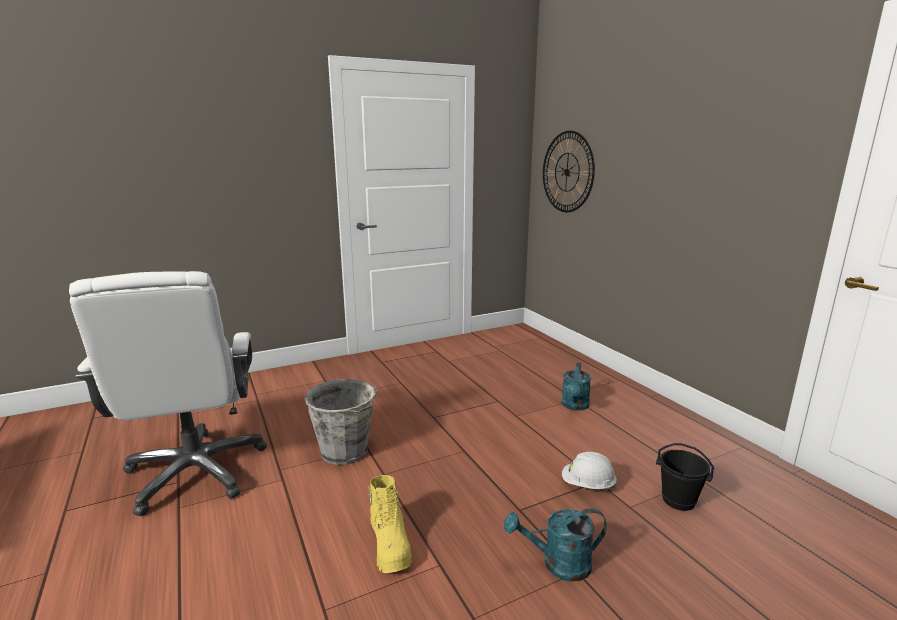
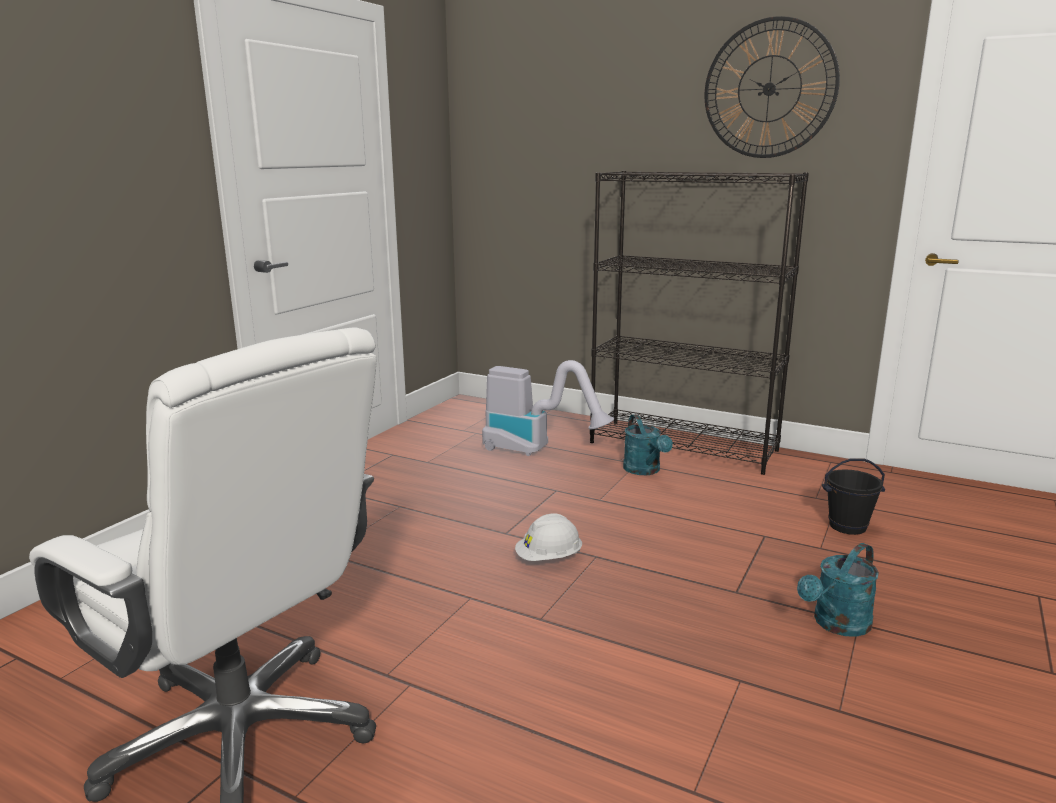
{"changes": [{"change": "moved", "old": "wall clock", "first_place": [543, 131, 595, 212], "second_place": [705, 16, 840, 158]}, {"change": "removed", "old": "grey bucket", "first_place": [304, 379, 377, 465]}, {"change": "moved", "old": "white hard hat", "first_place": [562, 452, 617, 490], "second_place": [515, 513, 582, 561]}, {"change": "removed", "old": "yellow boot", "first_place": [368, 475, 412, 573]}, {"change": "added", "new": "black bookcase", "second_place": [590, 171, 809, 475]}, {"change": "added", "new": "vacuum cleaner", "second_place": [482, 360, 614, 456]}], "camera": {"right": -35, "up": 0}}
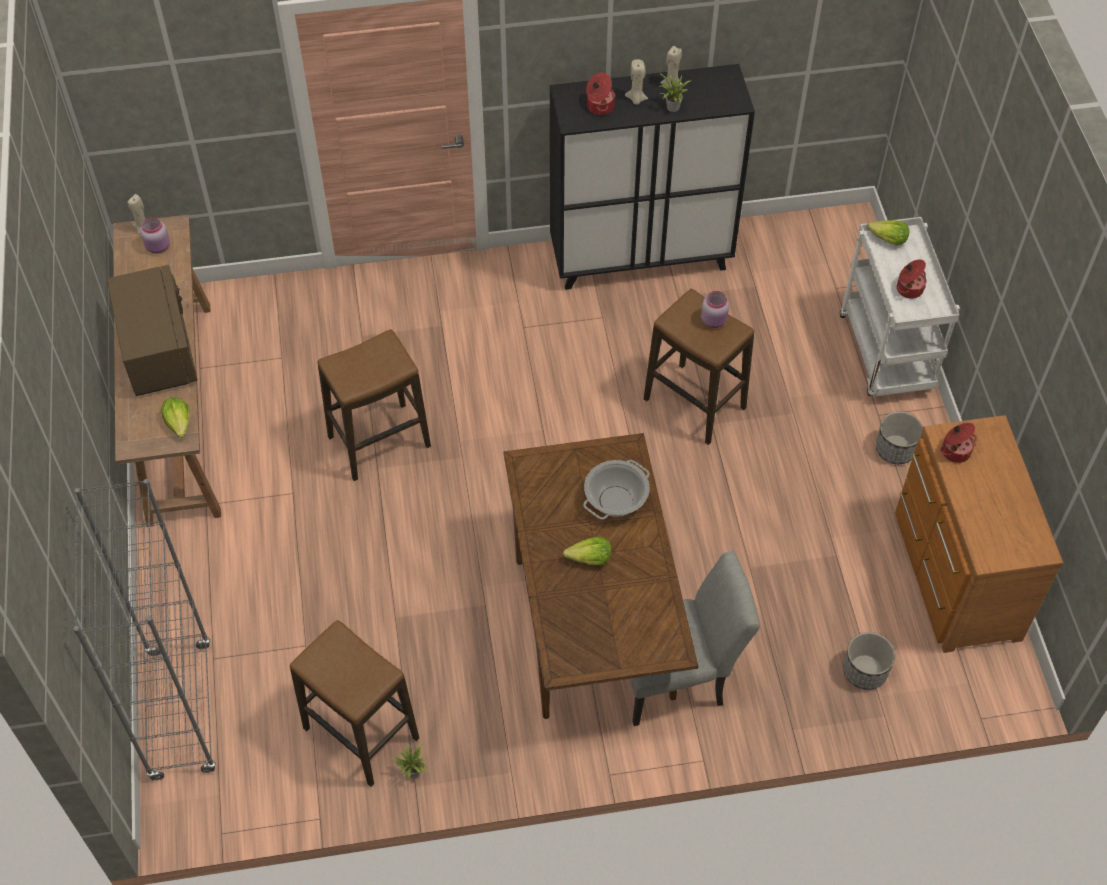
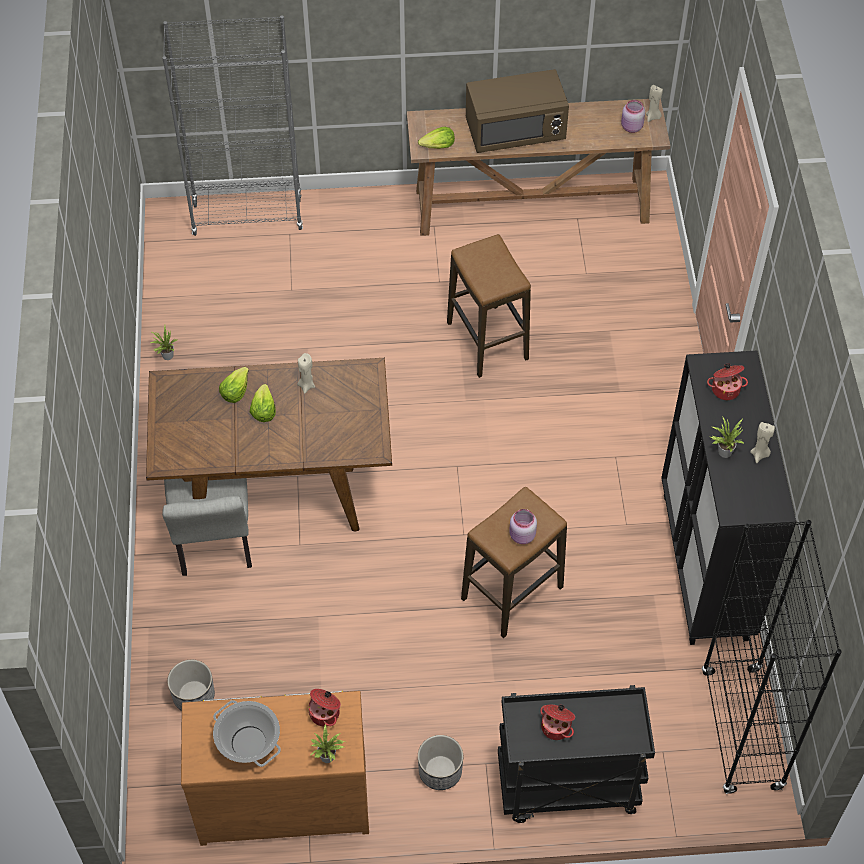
{"changes": [{"change": "moved", "old": "beige candle", "first_place": [625, 59, 648, 105], "second_place": [297, 353, 315, 394]}, {"change": "recoloured", "old": "white cart", "new": "black cart", "first_place": [840, 217, 960, 396], "second_place": [498, 685, 655, 823]}, {"change": "moved", "old": "lettuce", "first_place": [867, 220, 909, 245], "second_place": [219, 367, 249, 403]}, {"change": "moved", "old": "cooking pot", "first_place": [583, 460, 650, 520], "second_place": [213, 700, 281, 767]}, {"change": "removed", "old": "stool", "first_place": [290, 620, 419, 787]}, {"change": "added", "new": "black bookcase", "second_place": [701, 520, 842, 794]}, {"change": "added", "new": "potted plant", "second_place": [310, 724, 345, 763]}], "camera": {"right": 95, "up": 0}}
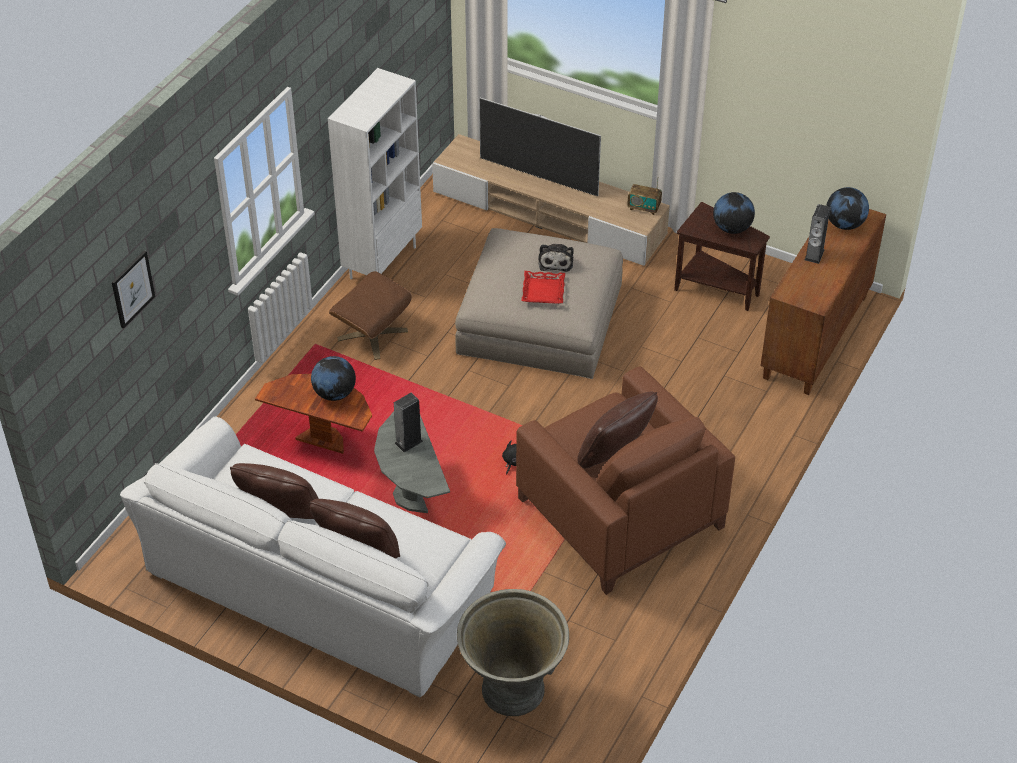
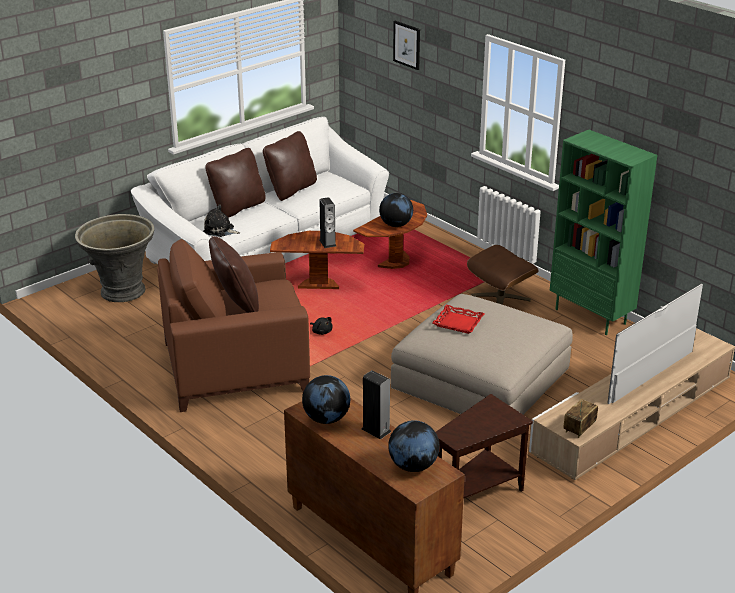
{"changes": [{"change": "recoloured", "old": "white bookcase", "new": "green bookcase", "first_place": [328, 68, 422, 279], "second_place": [550, 130, 657, 335]}, {"change": "moved", "old": "globe", "first_place": [713, 192, 755, 234], "second_place": [302, 375, 350, 424]}, {"change": "moved", "old": "plush toy", "first_place": [538, 244, 574, 272], "second_place": [203, 205, 240, 237]}, {"change": "recoloured", "old": "grey side table", "new": "brown side table", "first_place": [374, 412, 450, 513], "second_place": [270, 231, 364, 289]}], "camera": {"right": 110, "up": -15}}
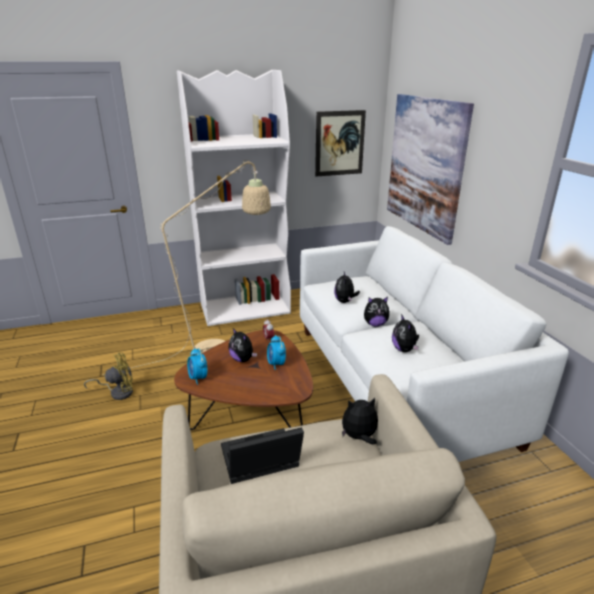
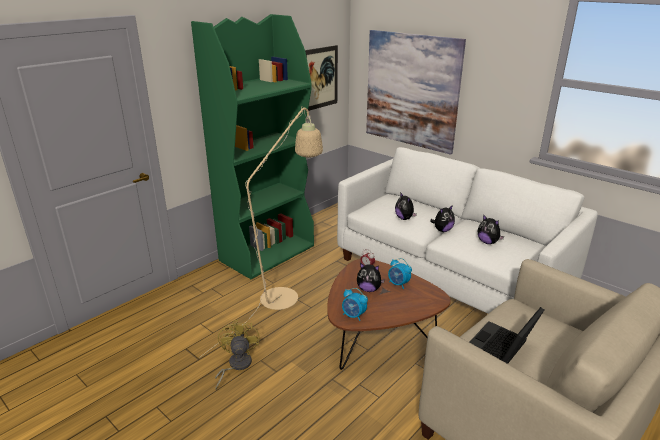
{"changes": [{"change": "recoloured", "old": "white bookcase", "new": "green bookcase", "first_place": [177, 70, 291, 326], "second_place": [191, 14, 314, 279]}, {"change": "turned", "old": "yellow fan", "first_place": [84, 352, 133, 400], "second_place": [215, 319, 260, 390], "degrees": -45}, {"change": "removed", "old": "plush toy", "first_place": [342, 398, 378, 444]}], "camera": {"right": -30, "up": 0}}
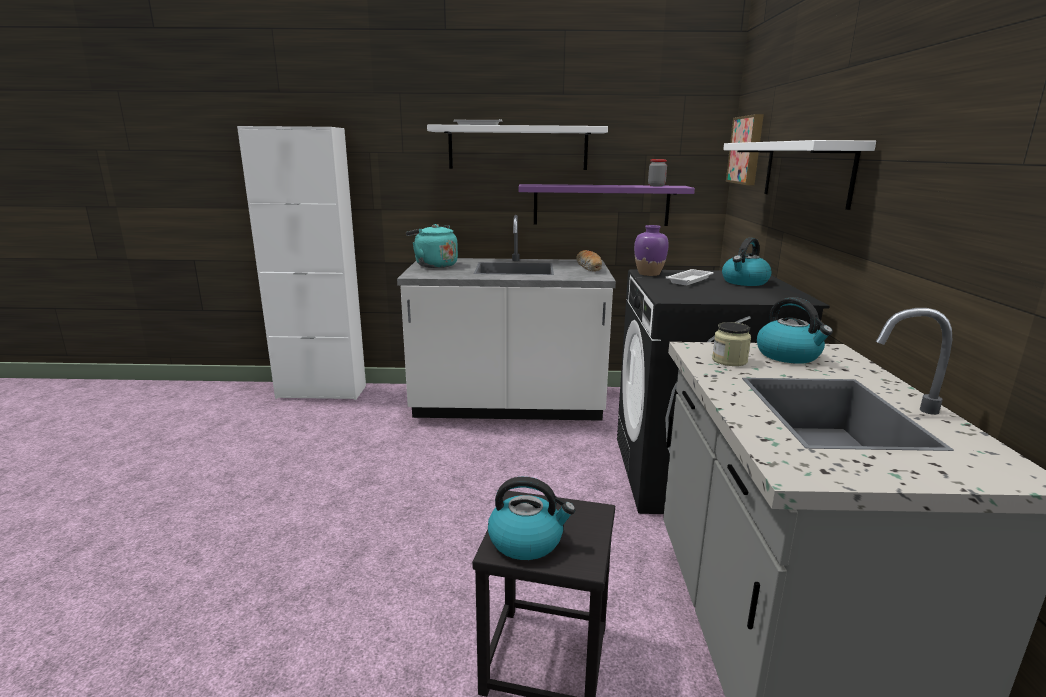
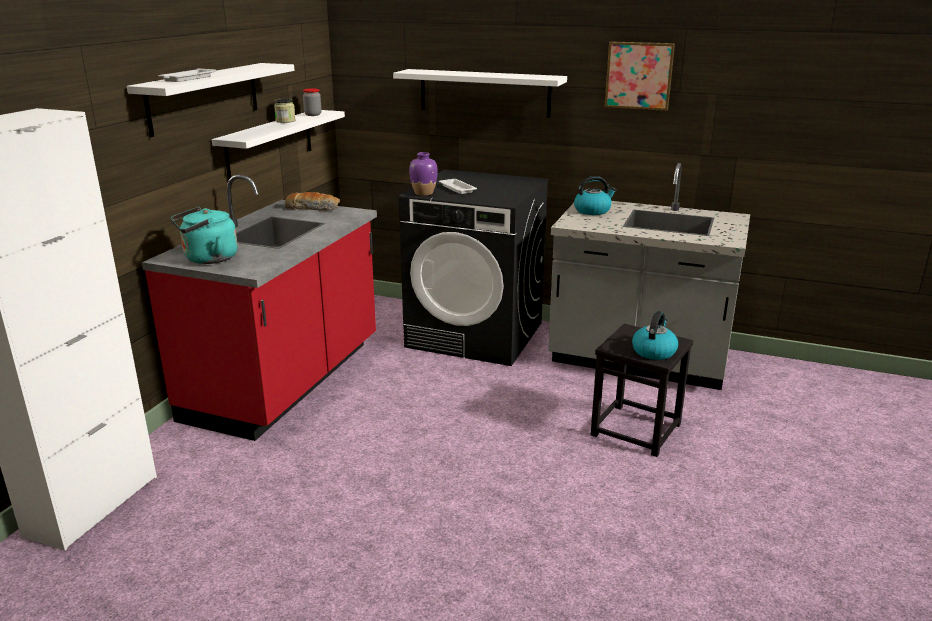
{"changes": [{"change": "moved", "old": "picture", "first_place": [726, 114, 764, 185], "second_place": [605, 41, 675, 111]}, {"change": "recoloured", "old": "purple shelf", "new": "white shelf", "first_place": [519, 184, 695, 226], "second_place": [212, 110, 345, 181]}, {"change": "recoloured", "old": "white counter", "new": "red counter", "first_place": [397, 215, 616, 421], "second_place": [142, 175, 377, 441]}, {"change": "removed", "old": "kettle", "first_place": [722, 238, 771, 286]}, {"change": "moved", "old": "jar", "first_place": [712, 322, 751, 366], "second_place": [274, 99, 296, 123]}], "camera": {"right": -70, "up": 5}}
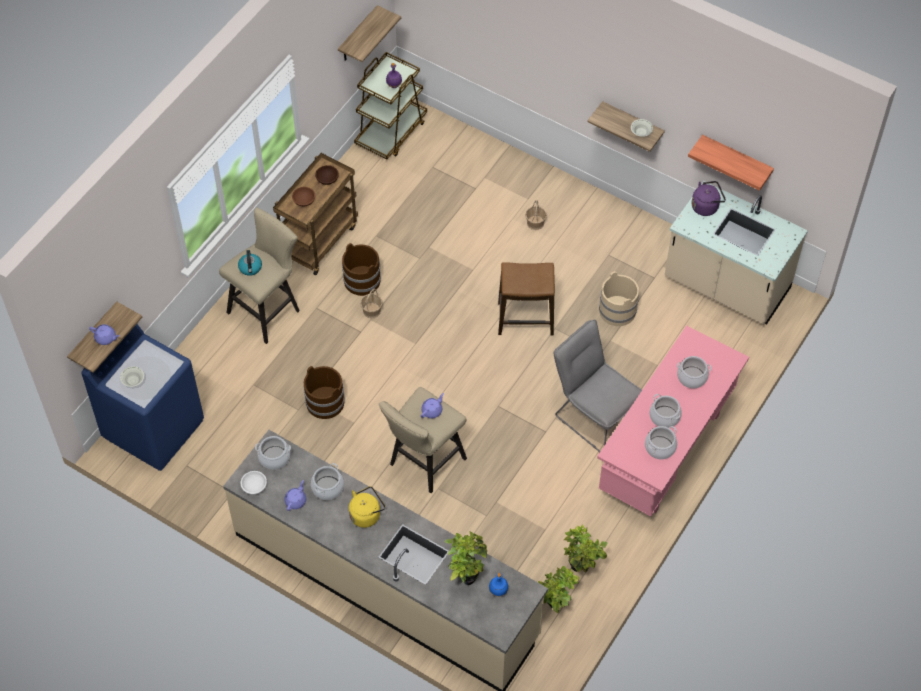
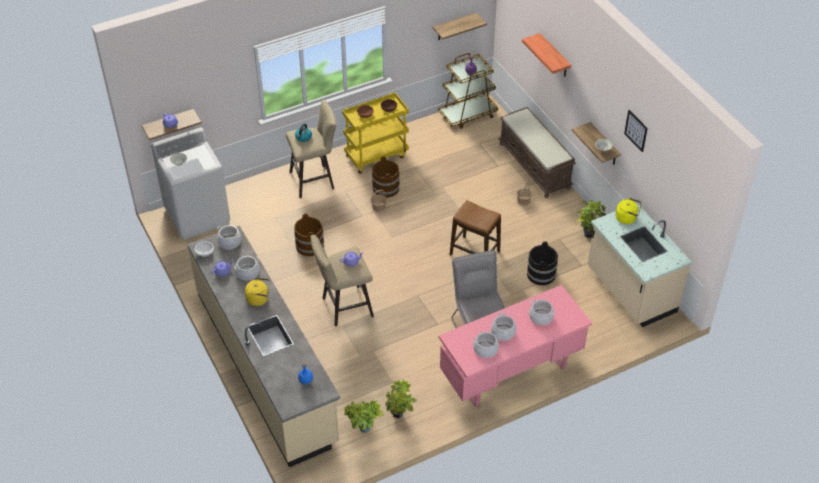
{"changes": [{"change": "moved", "old": "shelf", "first_place": [688, 135, 774, 191], "second_place": [522, 33, 571, 76]}, {"change": "recoloured", "old": "brown cart", "new": "yellow cart", "first_place": [273, 153, 358, 275], "second_place": [342, 93, 409, 174]}, {"change": "recoloured", "old": "purple kettle", "new": "yellow kettle", "first_place": [692, 181, 726, 216], "second_place": [615, 198, 641, 224]}, {"change": "recoloured", "old": "beige bucket", "new": "black bucket", "first_place": [599, 271, 639, 326], "second_place": [527, 241, 558, 285]}, {"change": "recoloured", "old": "blue washing machine", "new": "white washing machine", "first_place": [81, 324, 204, 471], "second_place": [151, 128, 230, 240]}, {"change": "moved", "old": "potted plant", "first_place": [444, 531, 487, 585], "second_place": [576, 200, 606, 238]}, {"change": "added", "new": "brown bench", "second_place": [498, 107, 576, 198]}, {"change": "added", "new": "picture", "second_place": [624, 110, 648, 152]}], "camera": {"right": 30, "up": -10}}
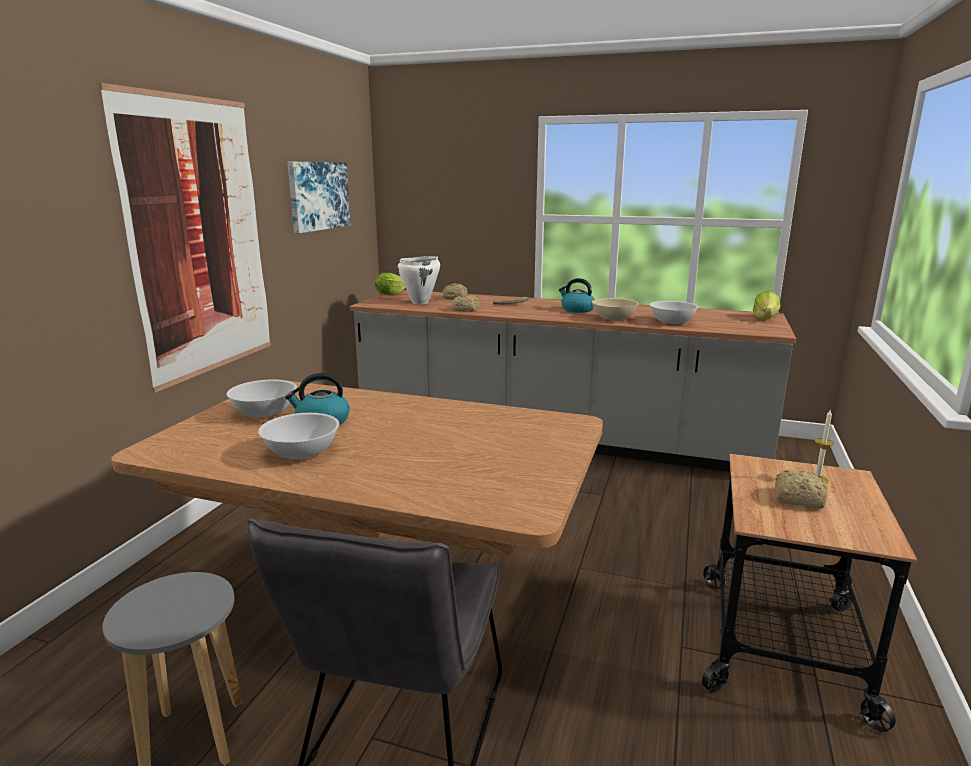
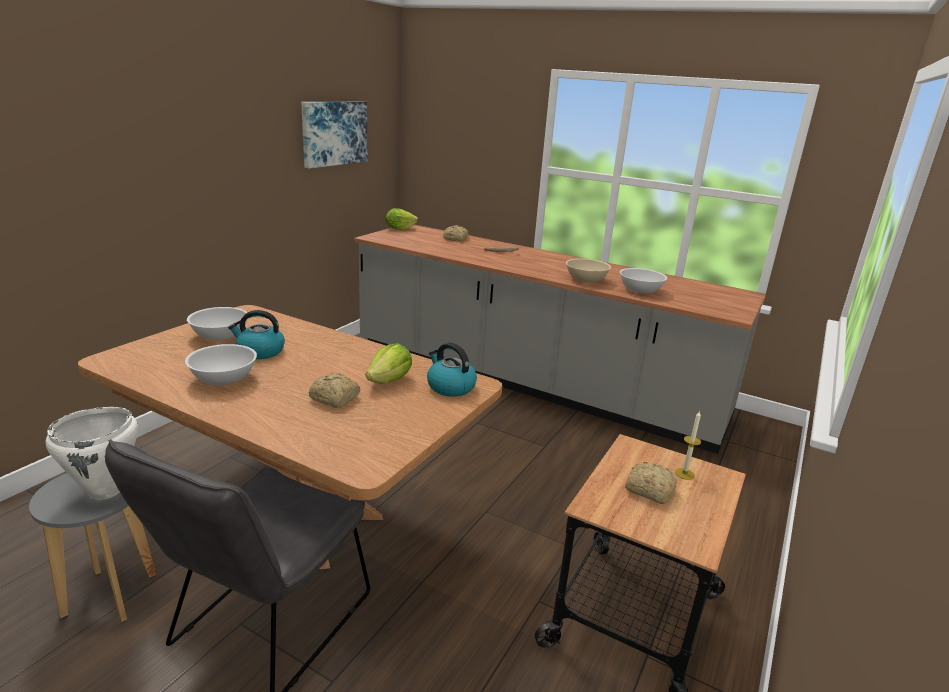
{"changes": [{"change": "removed", "old": "picture", "first_place": [99, 83, 271, 393]}, {"change": "moved", "old": "white cooking pot", "first_place": [398, 256, 440, 304], "second_place": [46, 407, 138, 500]}, {"change": "moved", "old": "kettle", "first_place": [559, 278, 595, 313], "second_place": [427, 342, 477, 397]}, {"change": "moved", "old": "lettuce", "first_place": [753, 291, 780, 319], "second_place": [366, 343, 412, 384]}, {"change": "moved", "old": "bread", "first_place": [452, 294, 480, 312], "second_place": [309, 373, 360, 408]}], "camera": {"right": 10, "up": 5}}
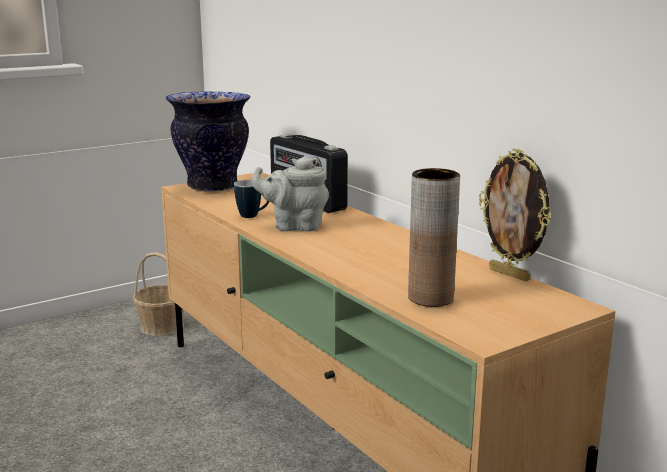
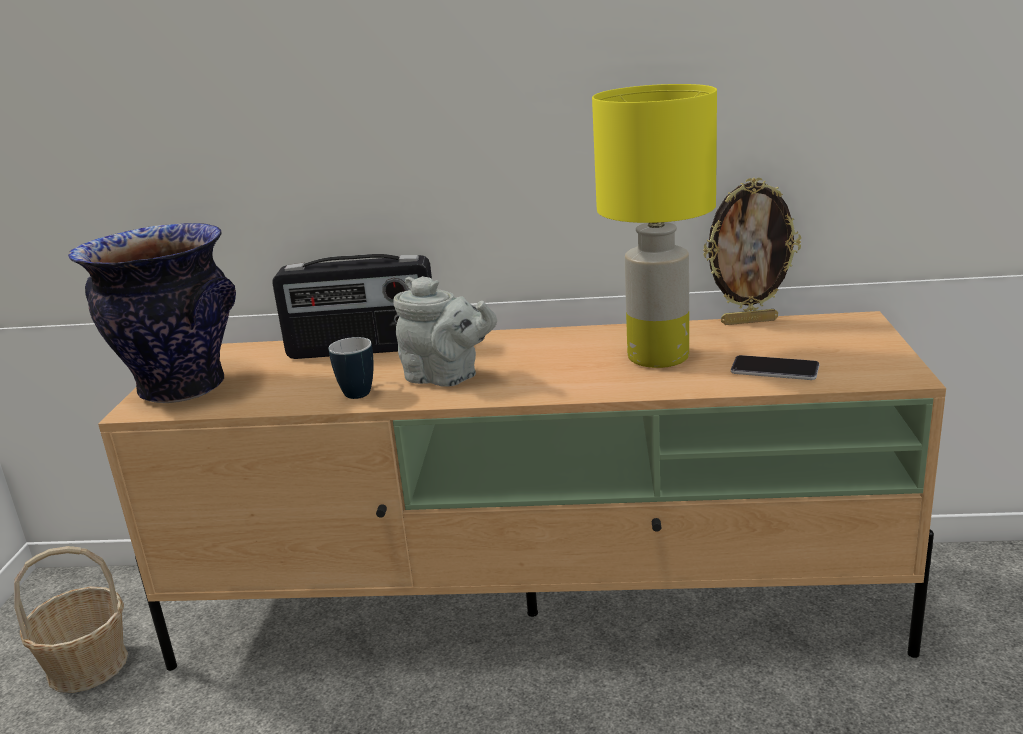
{"changes": [{"change": "turned", "old": "grey teapot", "first_place": [251, 157, 329, 232], "second_place": [394, 276, 497, 387], "degrees": -105}, {"change": "replaced", "old": "brown vase", "new": "phone", "first_place": [408, 168, 460, 307], "second_place": [731, 355, 820, 380]}, {"change": "added", "new": "yellow table lamp", "second_place": [592, 84, 717, 368]}], "camera": {"right": -50, "up": 5}}
